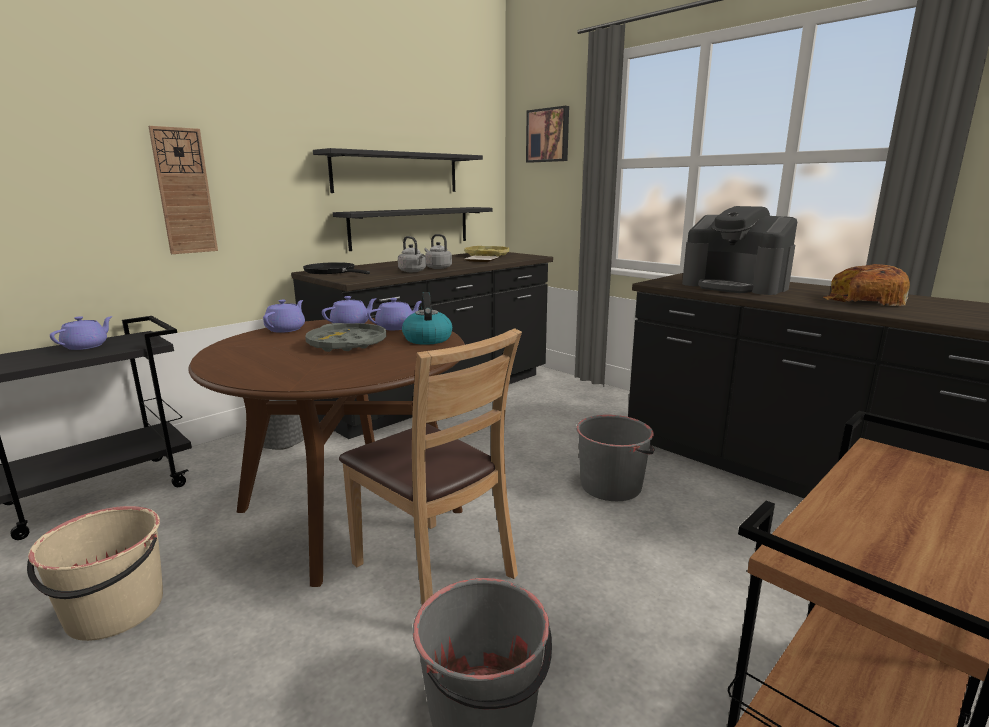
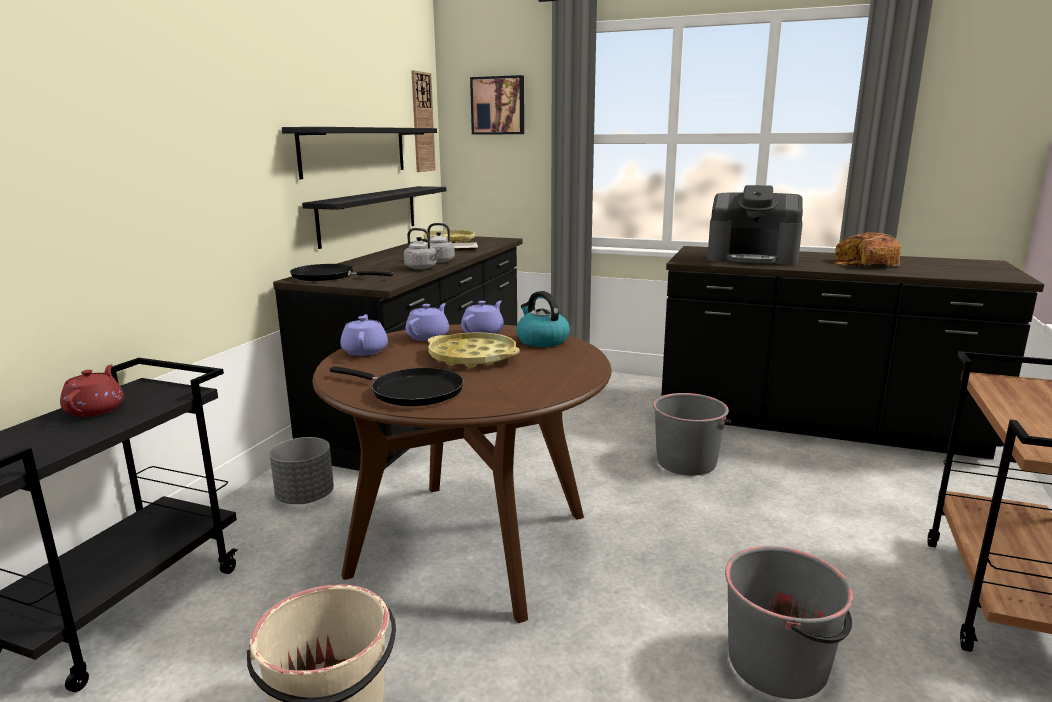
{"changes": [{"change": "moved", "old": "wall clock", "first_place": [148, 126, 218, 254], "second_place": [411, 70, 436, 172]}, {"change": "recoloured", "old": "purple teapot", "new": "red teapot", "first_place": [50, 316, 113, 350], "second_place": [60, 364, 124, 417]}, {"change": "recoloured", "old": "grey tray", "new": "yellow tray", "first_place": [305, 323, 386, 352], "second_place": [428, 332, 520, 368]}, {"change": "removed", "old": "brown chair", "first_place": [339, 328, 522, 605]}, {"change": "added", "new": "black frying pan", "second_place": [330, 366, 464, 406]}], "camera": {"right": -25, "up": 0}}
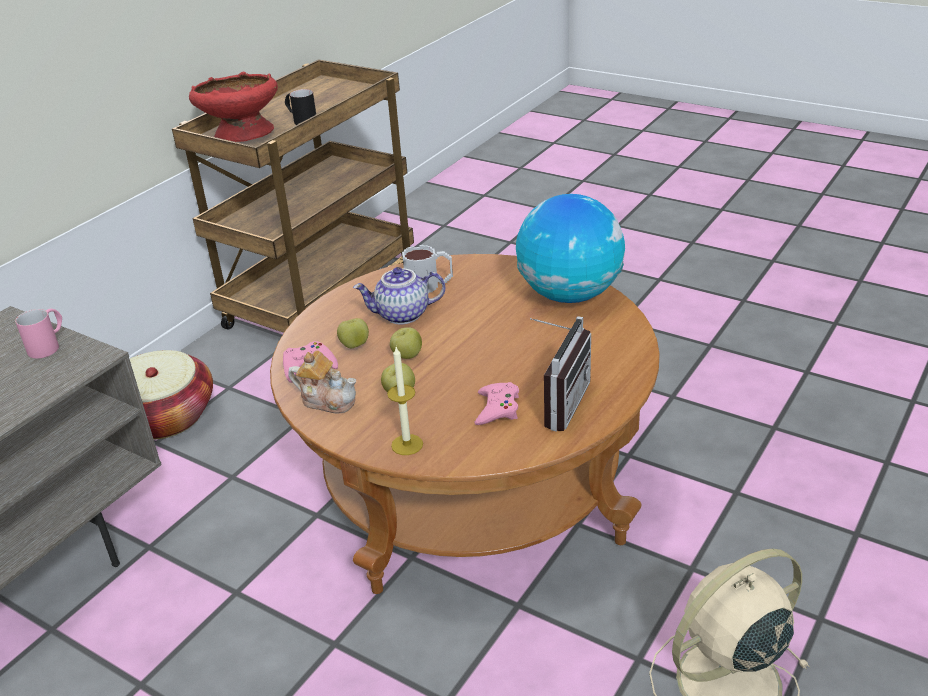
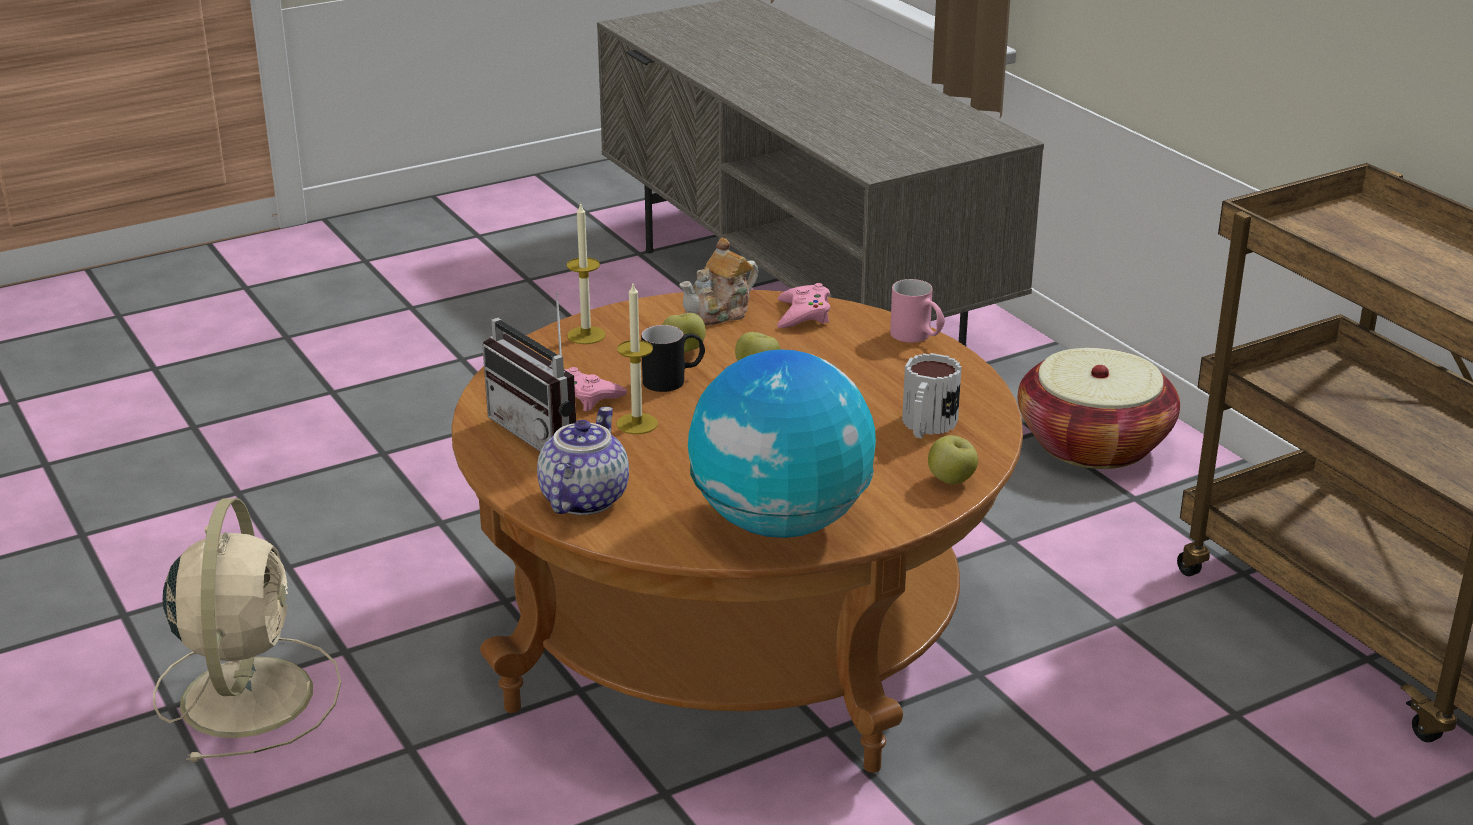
{"changes": [{"change": "removed", "old": "red bowl", "first_place": [189, 71, 278, 142]}, {"change": "moved", "old": "black mug", "first_place": [285, 89, 316, 125], "second_place": [641, 325, 705, 392]}, {"change": "moved", "old": "teapot", "first_place": [353, 267, 445, 324], "second_place": [537, 407, 629, 515]}, {"change": "moved", "old": "pink mug", "first_place": [15, 309, 62, 359], "second_place": [890, 279, 945, 343]}, {"change": "moved", "old": "apple", "first_place": [337, 318, 369, 349], "second_place": [928, 435, 978, 484]}, {"change": "added", "new": "candle", "second_place": [617, 284, 658, 434]}], "camera": {"right": 115, "up": -5}}
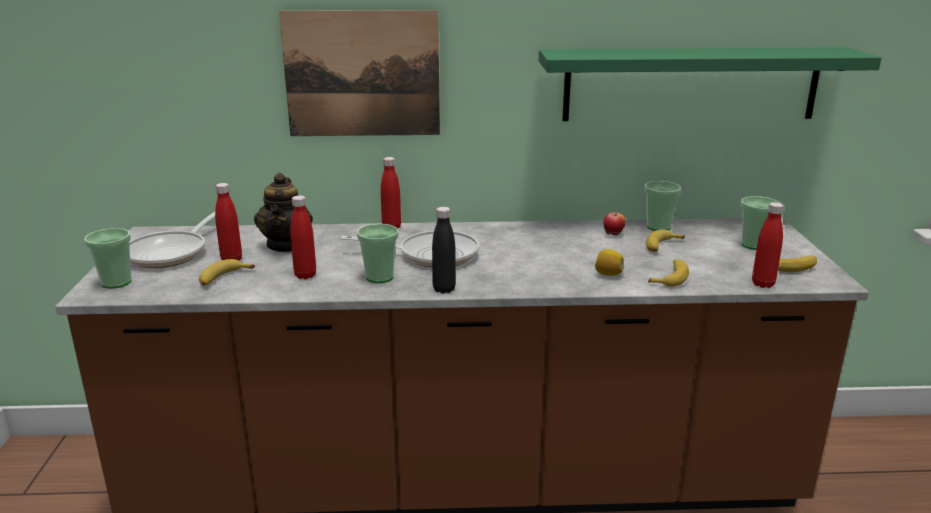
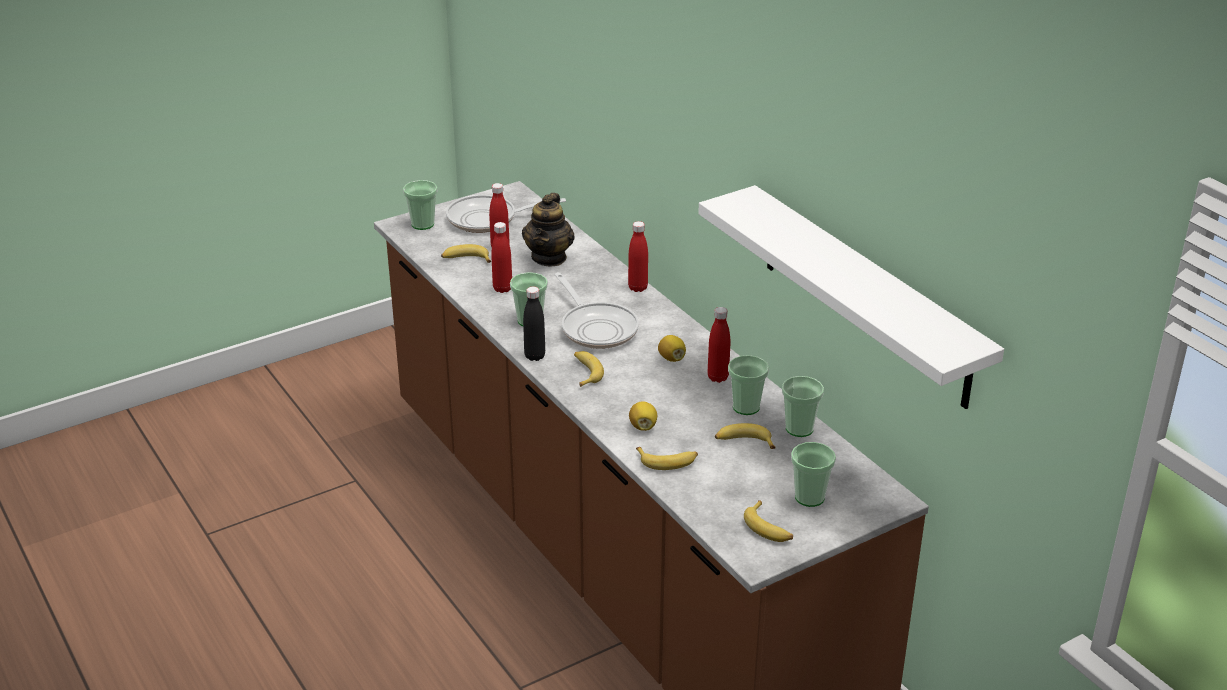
{"changes": [{"change": "removed", "old": "picture", "first_place": [279, 10, 440, 136]}, {"change": "recoloured", "old": "green shelf", "new": "white shelf", "first_place": [539, 47, 881, 121], "second_place": [698, 185, 1004, 409]}, {"change": "turned", "old": "teapot", "first_place": [254, 173, 313, 252], "second_place": [522, 193, 575, 266], "degrees": -45}, {"change": "moved", "old": "red bottle", "first_place": [752, 202, 784, 288], "second_place": [708, 307, 730, 383]}, {"change": "replaced", "old": "apple", "new": "cup", "first_place": [604, 212, 626, 235], "second_place": [728, 355, 769, 415]}, {"change": "added", "new": "lemon", "second_place": [658, 335, 686, 362]}, {"change": "added", "new": "banana", "second_place": [574, 351, 604, 387]}], "camera": {"right": 60, "up": 10}}
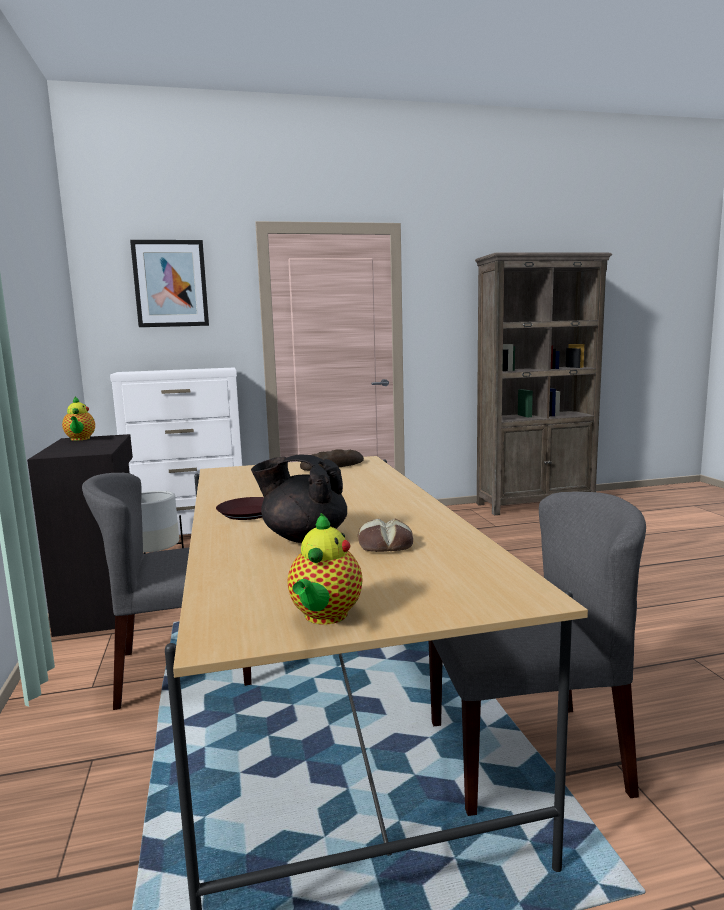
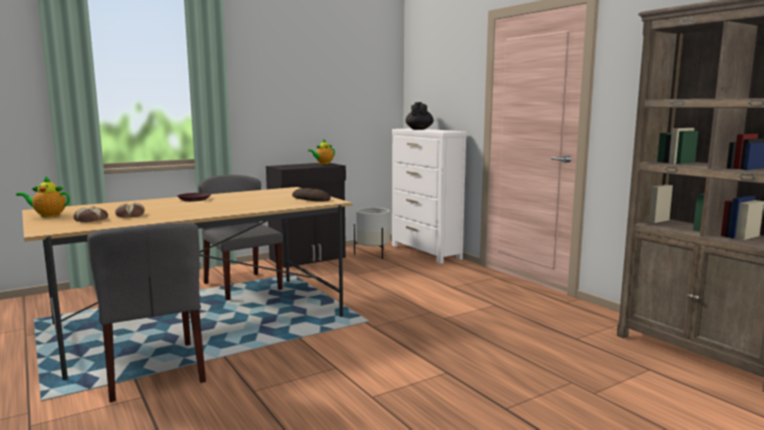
{"changes": [{"change": "removed", "old": "picture", "first_place": [130, 240, 209, 327]}, {"change": "moved", "old": "black teapot", "first_place": [251, 454, 347, 543], "second_place": [406, 102, 434, 130]}, {"change": "added", "new": "bread", "second_place": [73, 206, 108, 222]}], "camera": {"right": 70, "up": 0}}
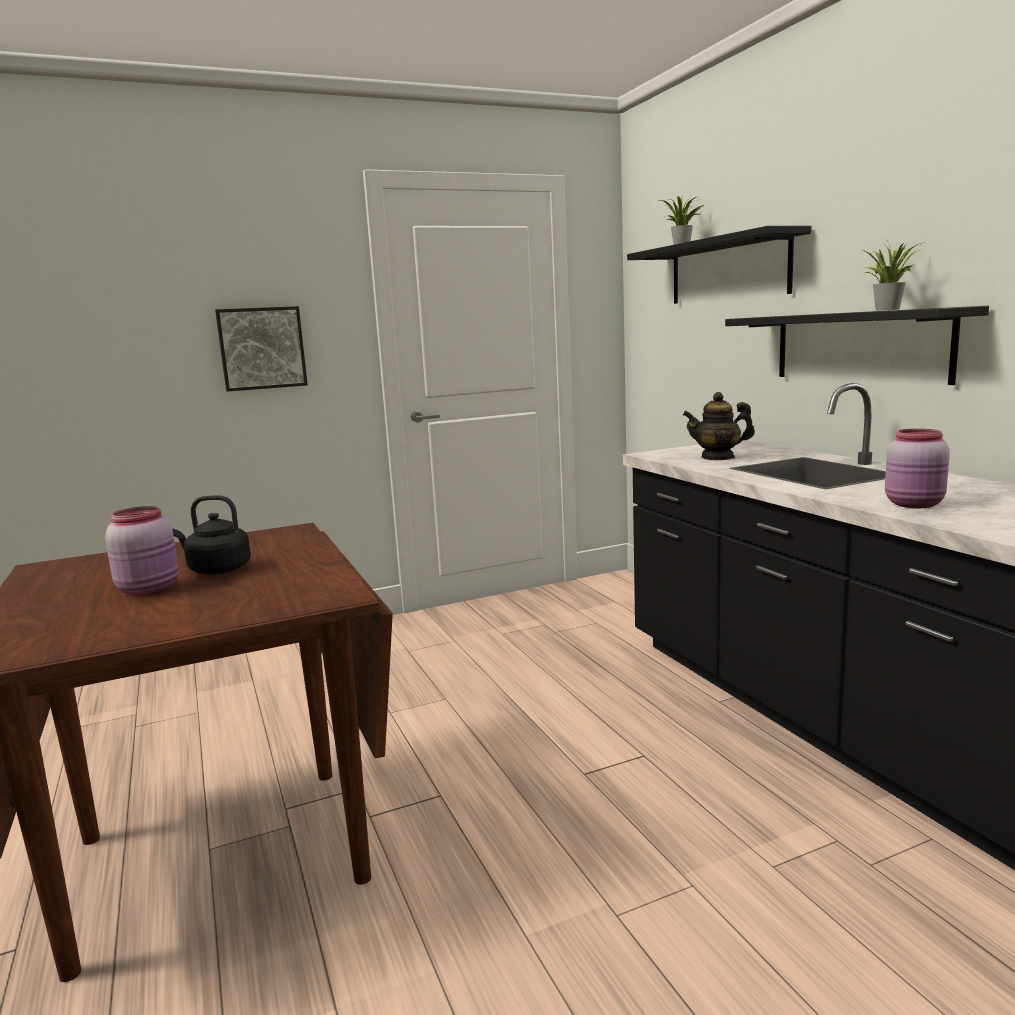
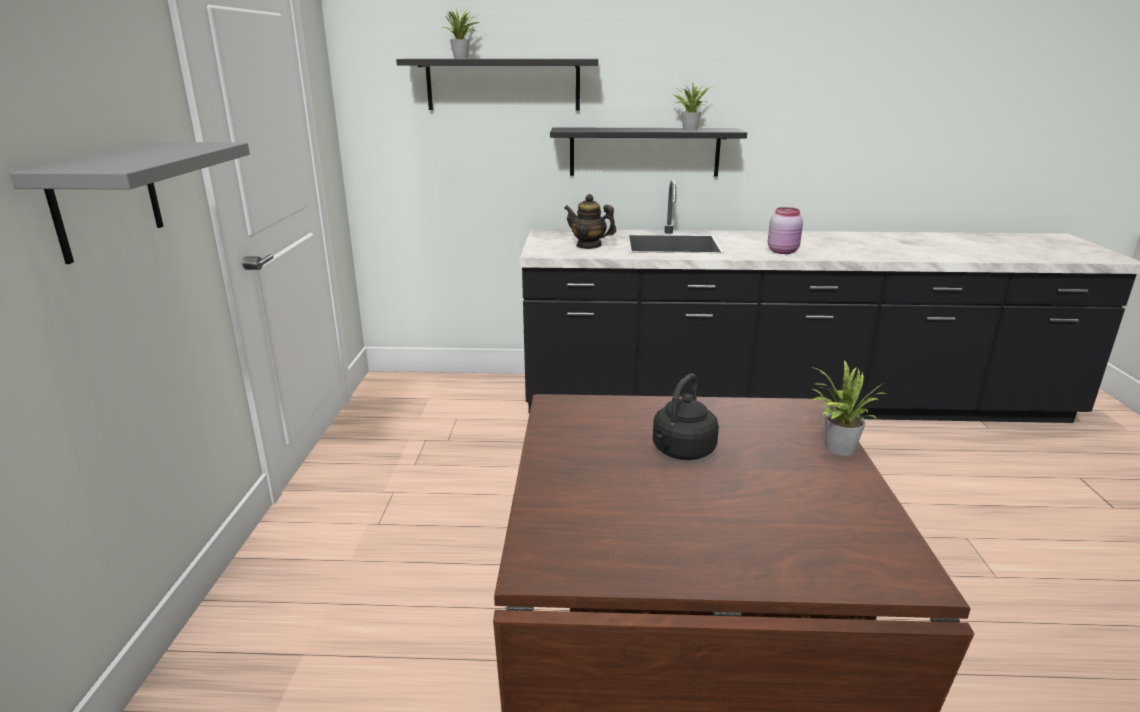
{"changes": [{"change": "replaced", "old": "picture", "new": "grey shelf", "first_place": [215, 306, 308, 392], "second_place": [10, 142, 250, 264]}, {"change": "turned", "old": "teapot", "first_place": [683, 392, 755, 460], "second_place": [564, 194, 616, 249], "degrees": 90}, {"change": "removed", "old": "pink jar", "first_place": [105, 506, 179, 596]}, {"change": "added", "new": "potted plant", "second_place": [812, 360, 886, 456]}], "camera": {"right": -65, "up": 10}}
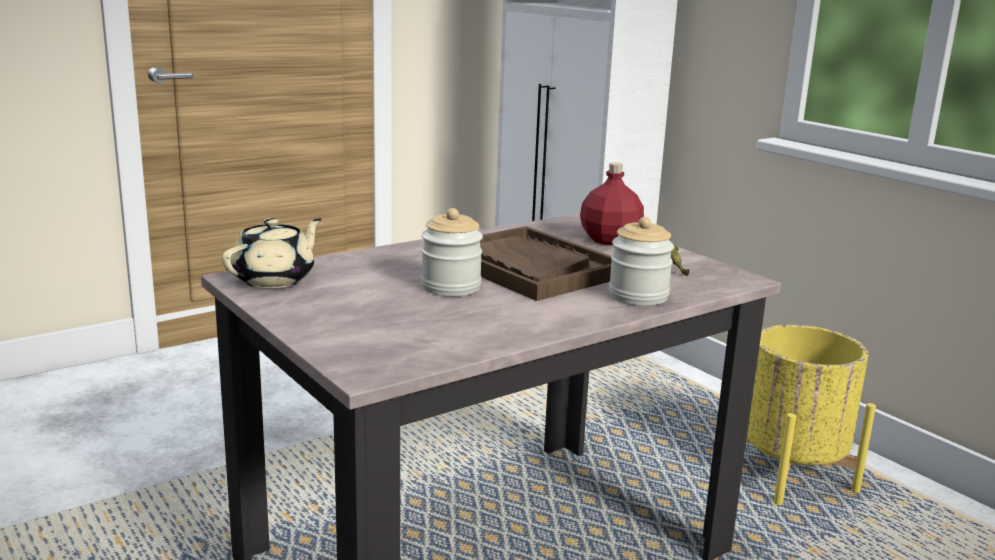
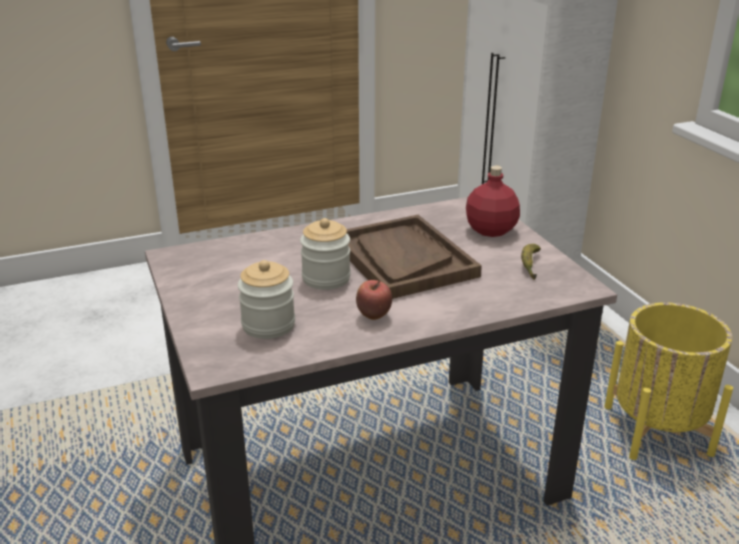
{"changes": [{"change": "moved", "old": "jar", "first_place": [609, 217, 674, 306], "second_place": [238, 260, 295, 339]}, {"change": "removed", "old": "beige teapot", "first_place": [222, 218, 322, 288]}, {"change": "added", "new": "apple", "second_place": [356, 280, 392, 320]}], "camera": {"right": 15, "up": 10}}
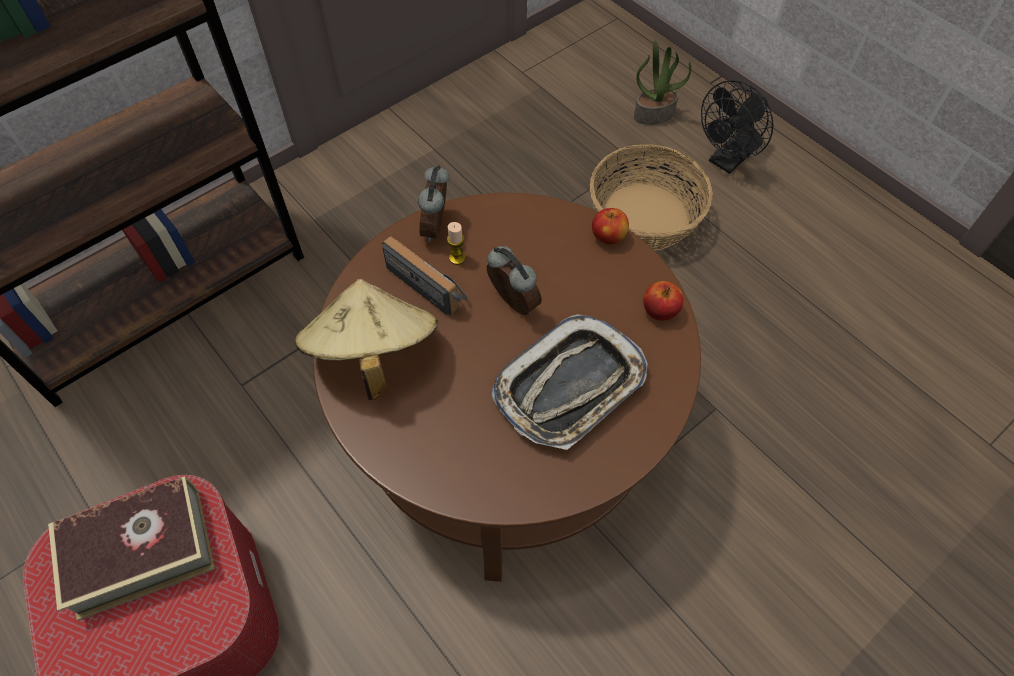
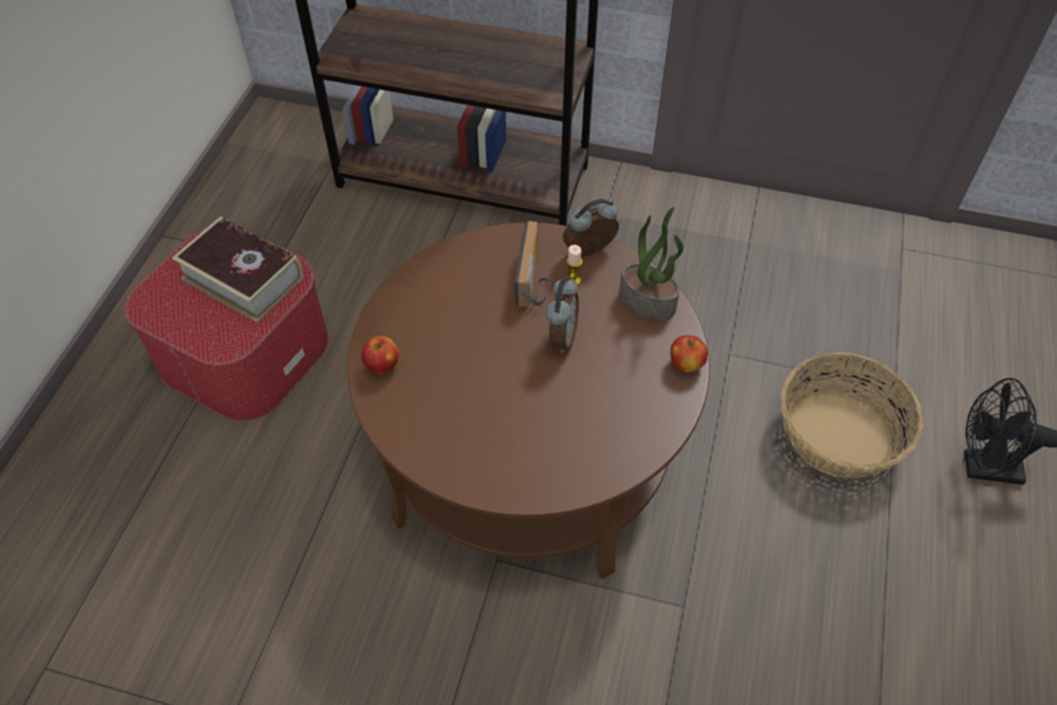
{"changes": [{"change": "moved", "old": "potted plant", "first_place": [634, 40, 691, 125], "second_place": [619, 207, 683, 320]}, {"change": "removed", "old": "beige hat", "first_place": [295, 279, 438, 400]}, {"change": "moved", "old": "apple", "first_place": [643, 281, 683, 321], "second_place": [361, 336, 399, 374]}, {"change": "removed", "old": "tray", "first_place": [492, 314, 648, 450]}], "camera": {"right": 55, "up": -5}}
